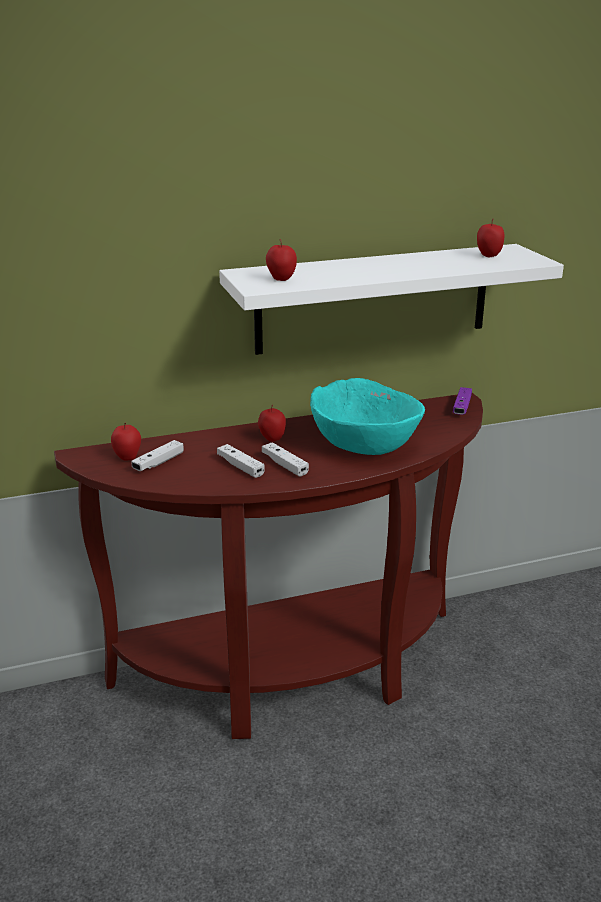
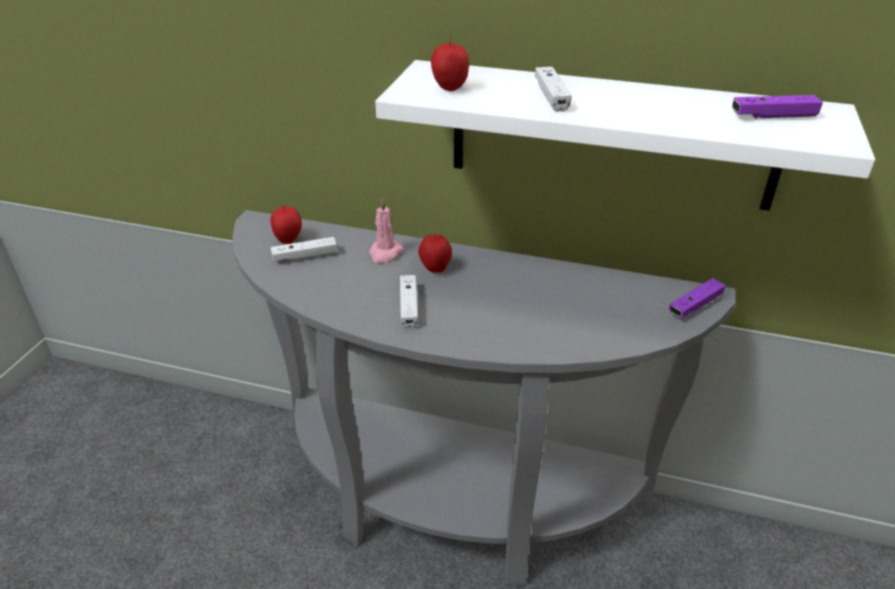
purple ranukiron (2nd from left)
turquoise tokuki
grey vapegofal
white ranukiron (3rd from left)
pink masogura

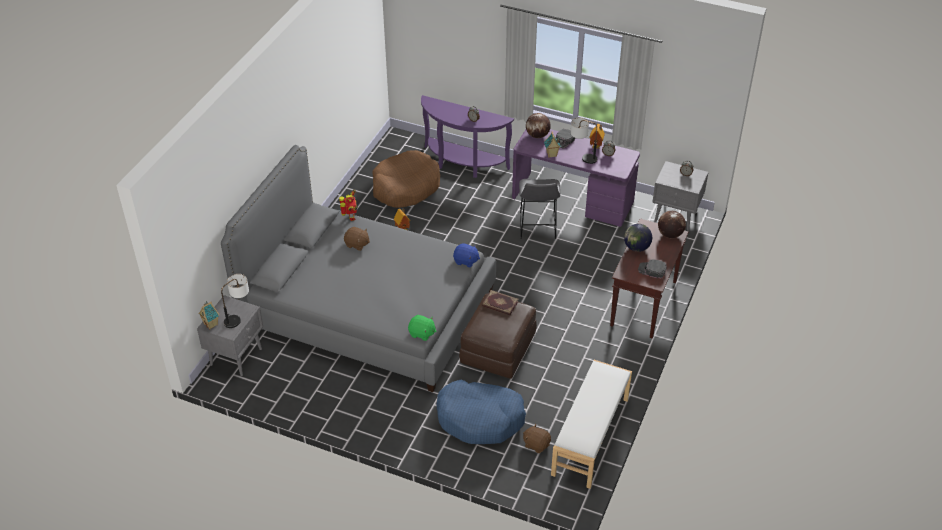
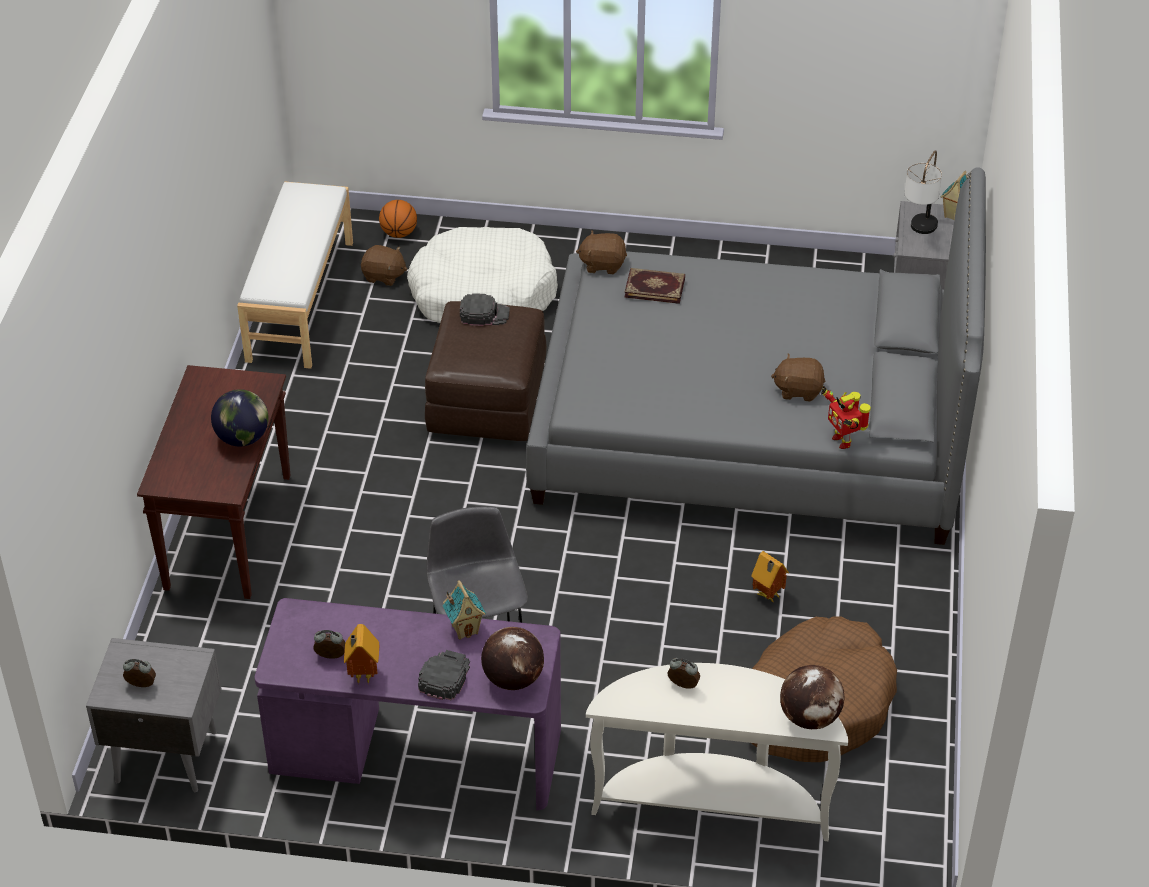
white vapegofal
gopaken (2nd from left in the first image)
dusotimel (3rd from left)
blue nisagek
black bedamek (2nd from left)
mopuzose
brown nisagek (2nd from left)
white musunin
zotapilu

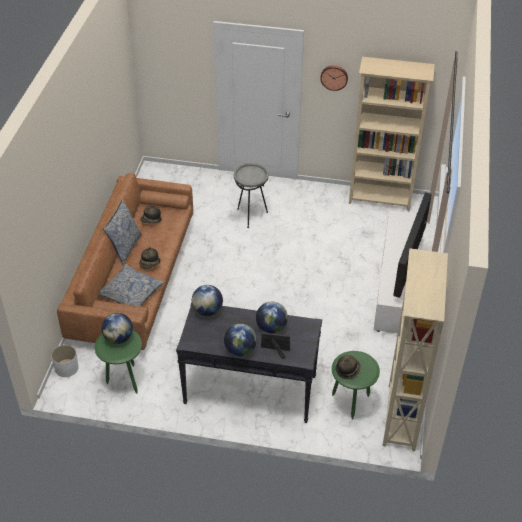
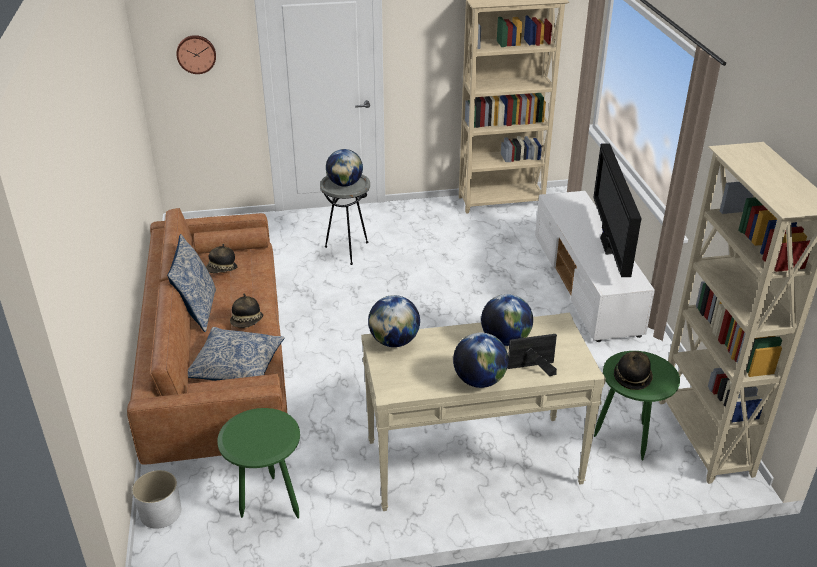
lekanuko
beige vapegofal
dusotimel (1st from left)

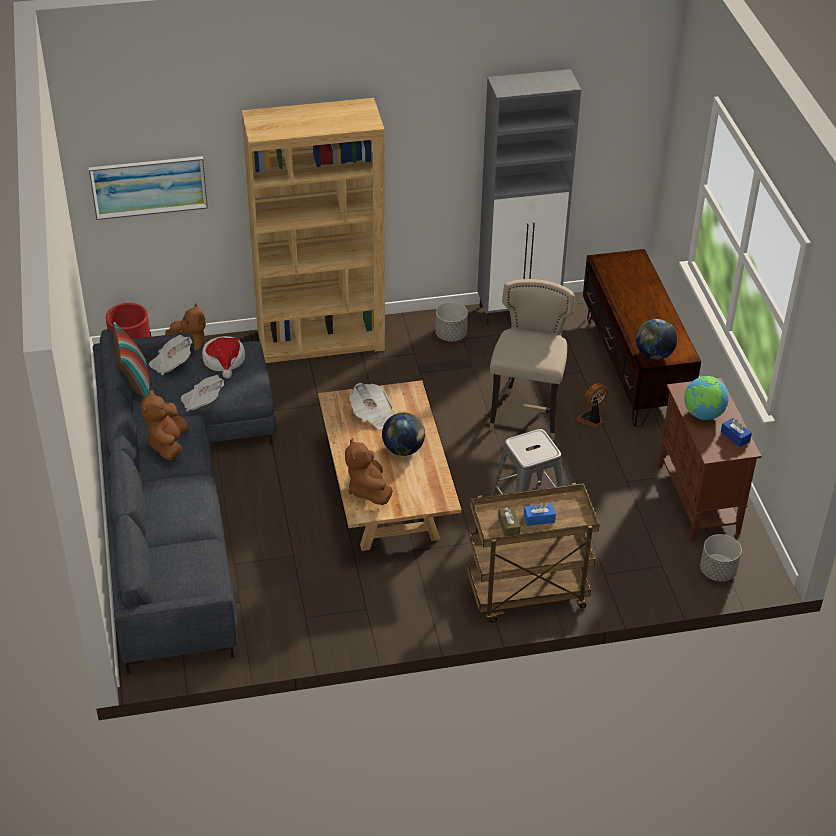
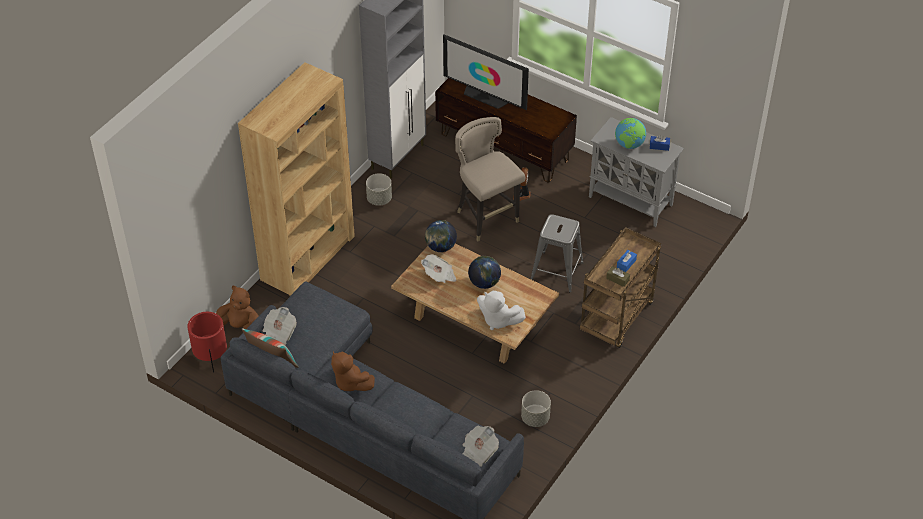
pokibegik
dusotimel (1st from left)
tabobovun
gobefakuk (3rd from left)
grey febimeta (2nd from left)
white nisagek
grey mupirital (2nd from left)
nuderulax

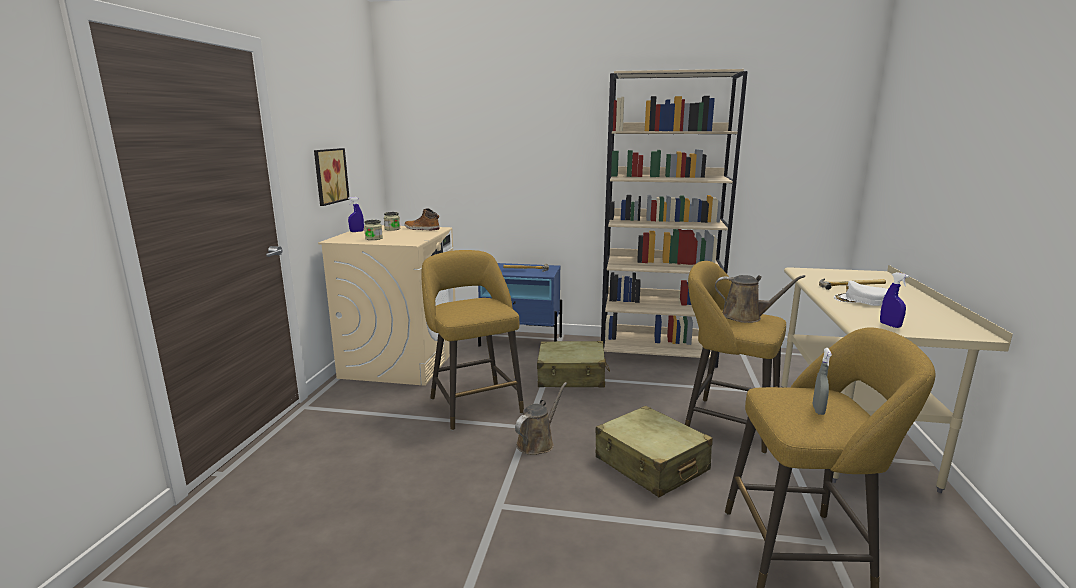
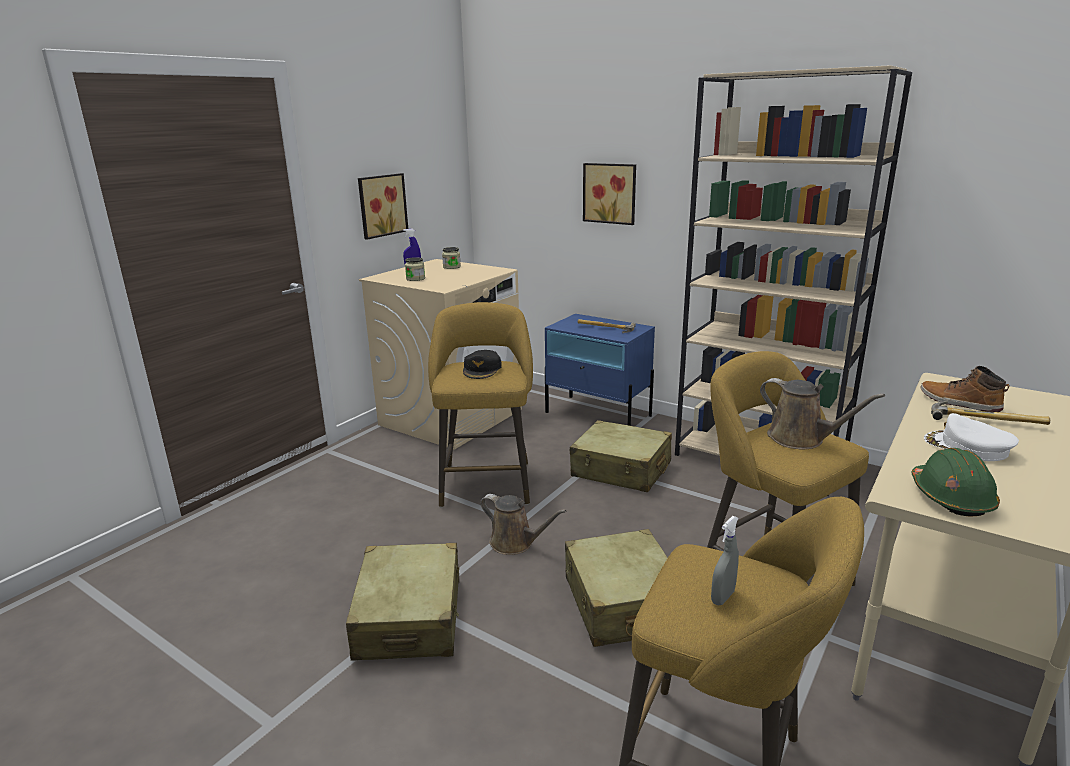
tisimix
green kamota
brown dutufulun (1st from left)
pokibegik (2nd from left)
black bedamek
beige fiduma (1st from left)

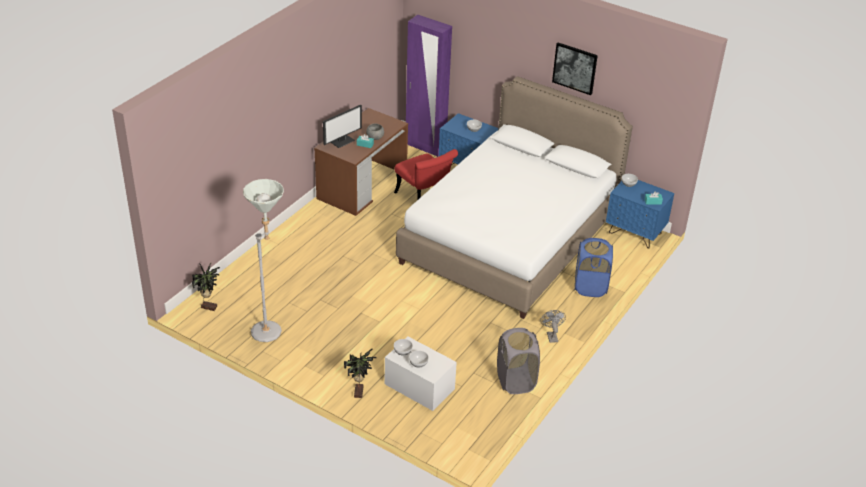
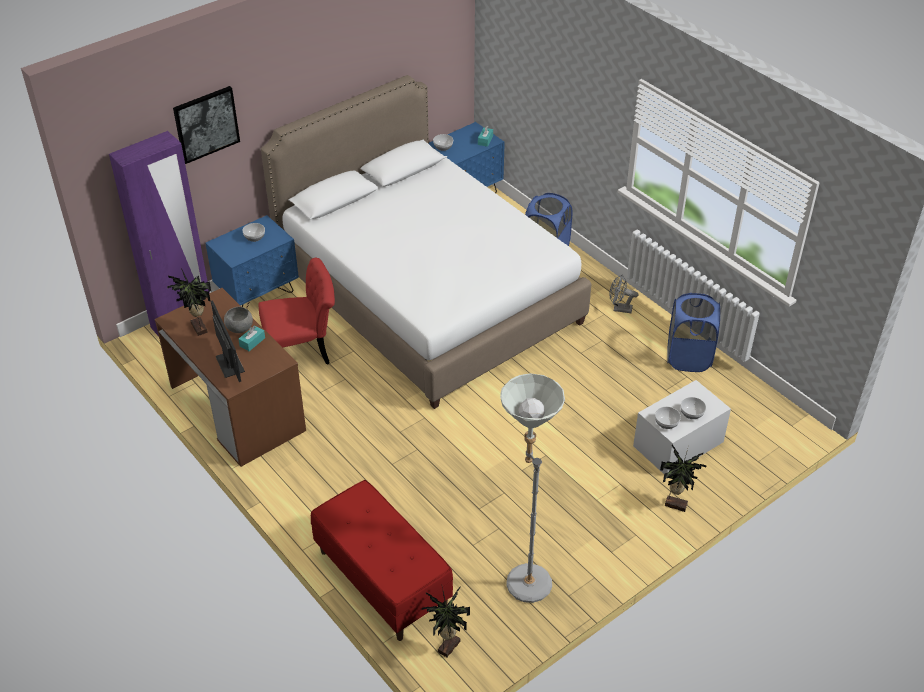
pokibegik
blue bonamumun (2nd from left)
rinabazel (1st from left)
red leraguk

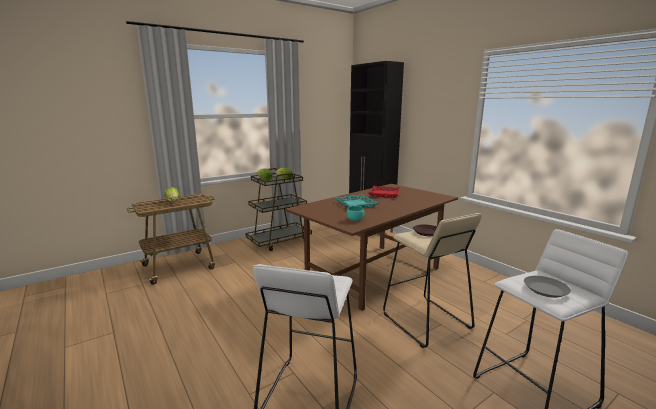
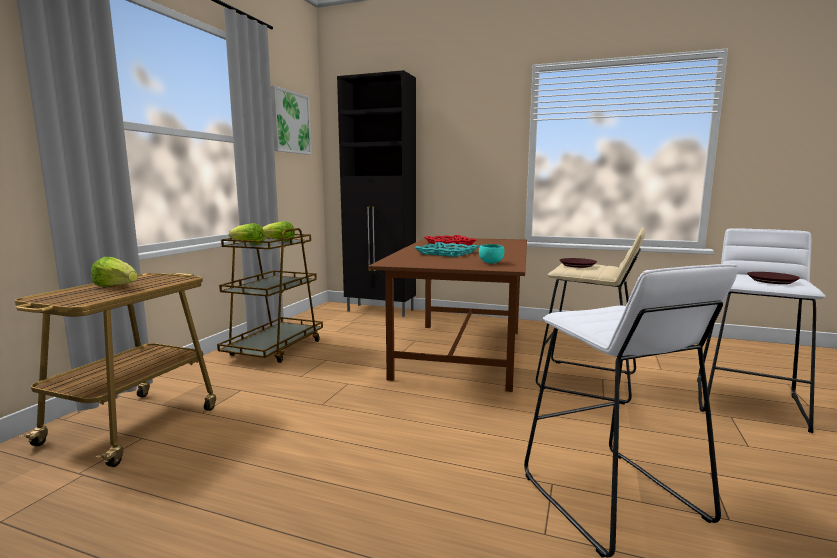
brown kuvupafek (2nd from left)
pokibegik

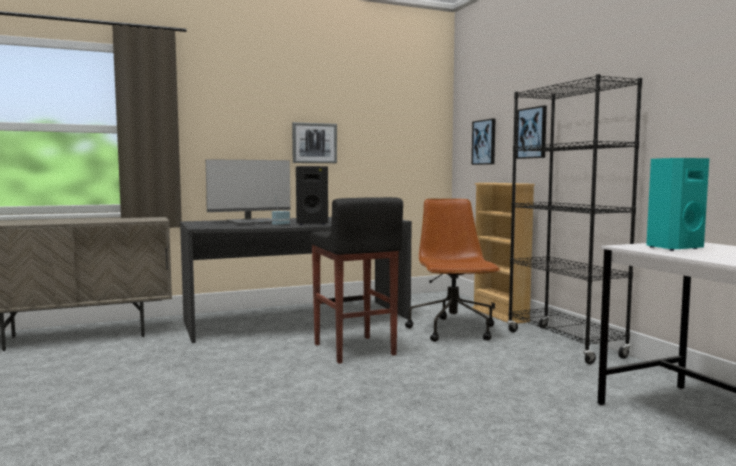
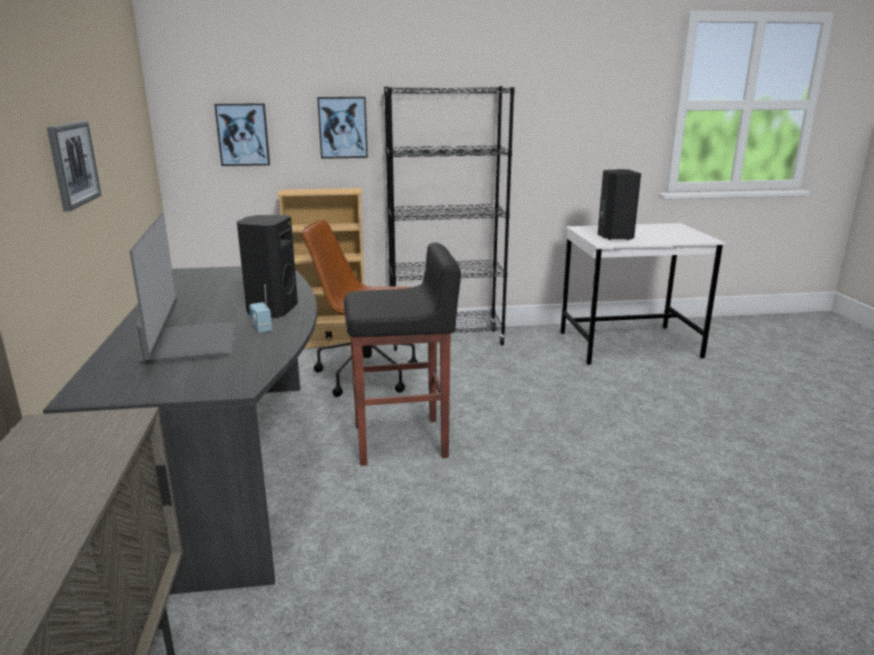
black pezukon (2nd from left)

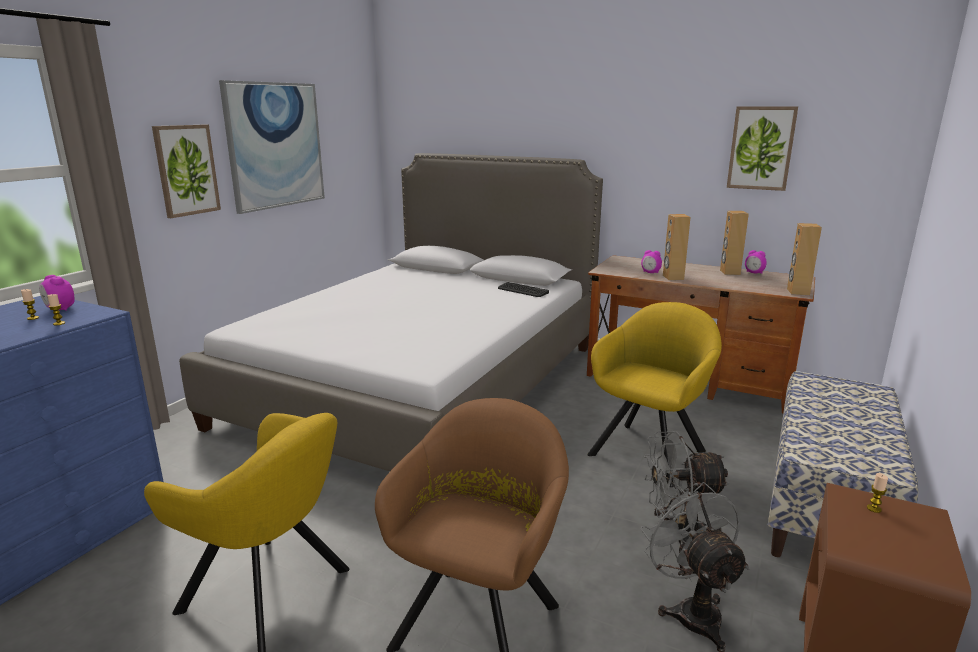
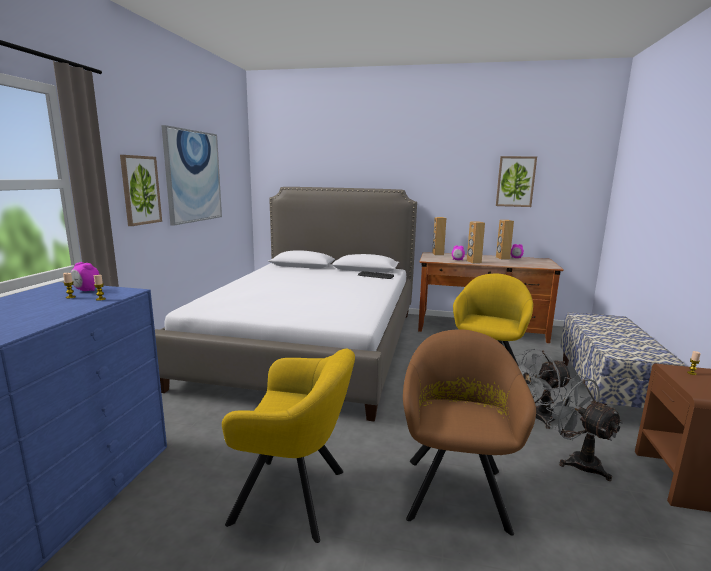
brown pezukon (1st from left)

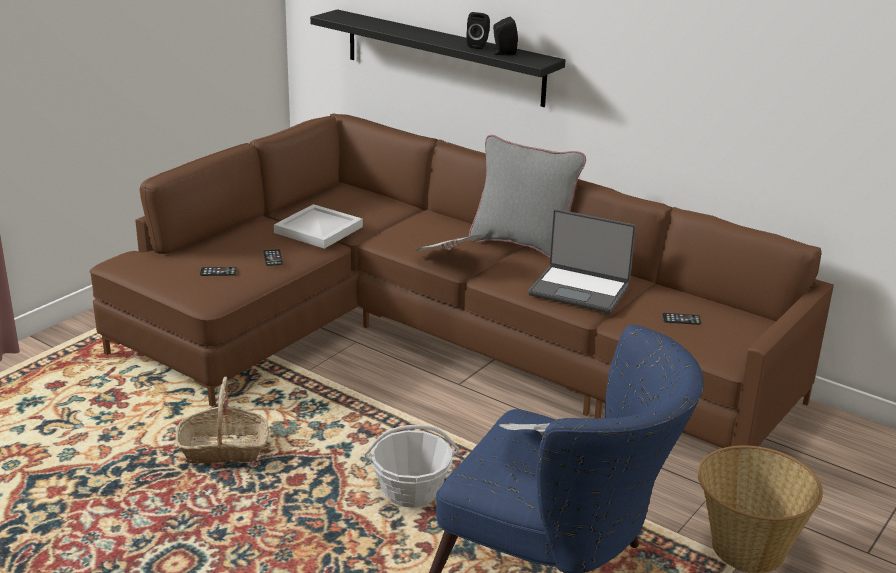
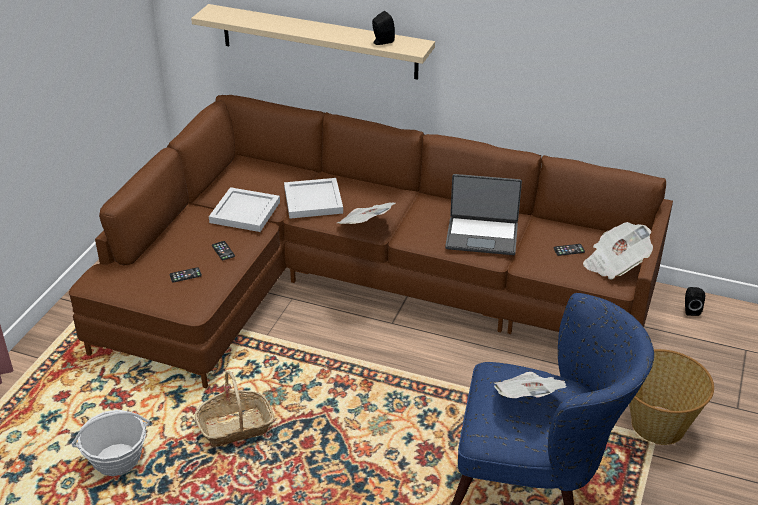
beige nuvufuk
black pezukon (2nd from left)
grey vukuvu
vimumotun (1st from left)
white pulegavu (2nd from left)
gobefakuk (3rd from left)

